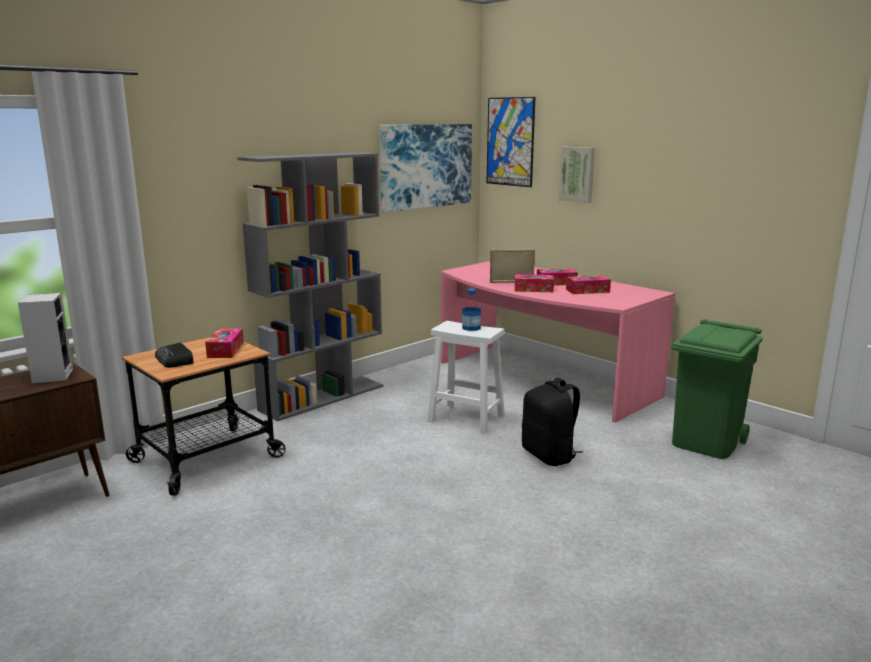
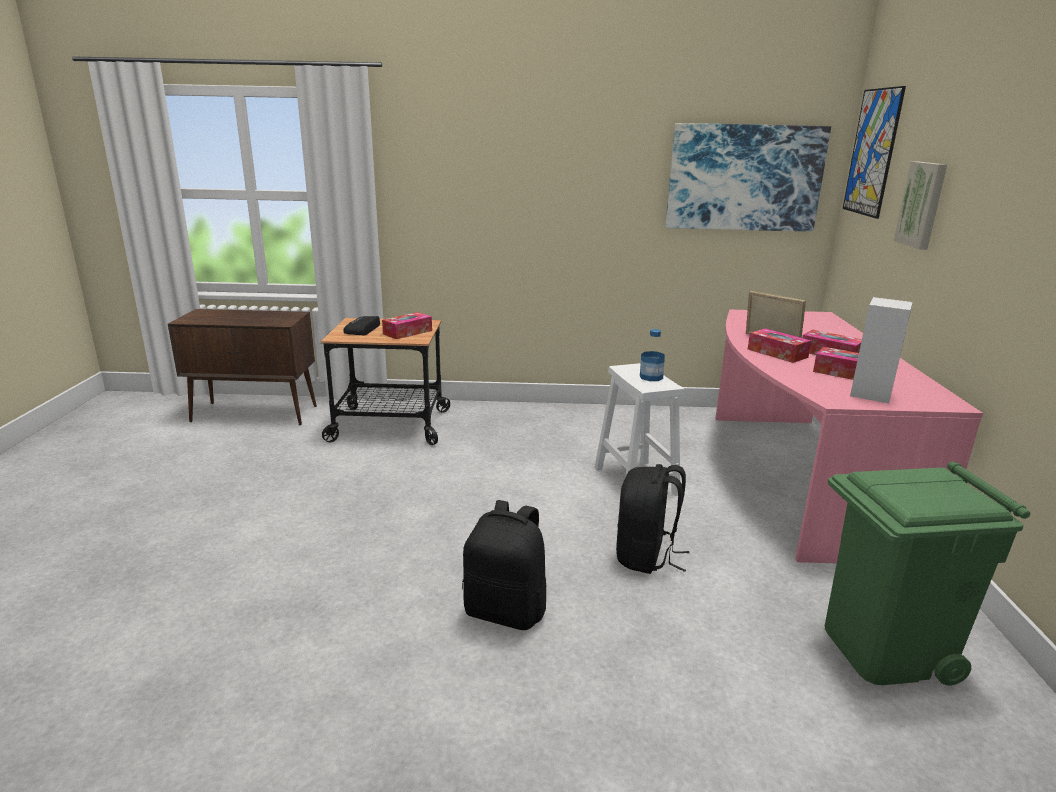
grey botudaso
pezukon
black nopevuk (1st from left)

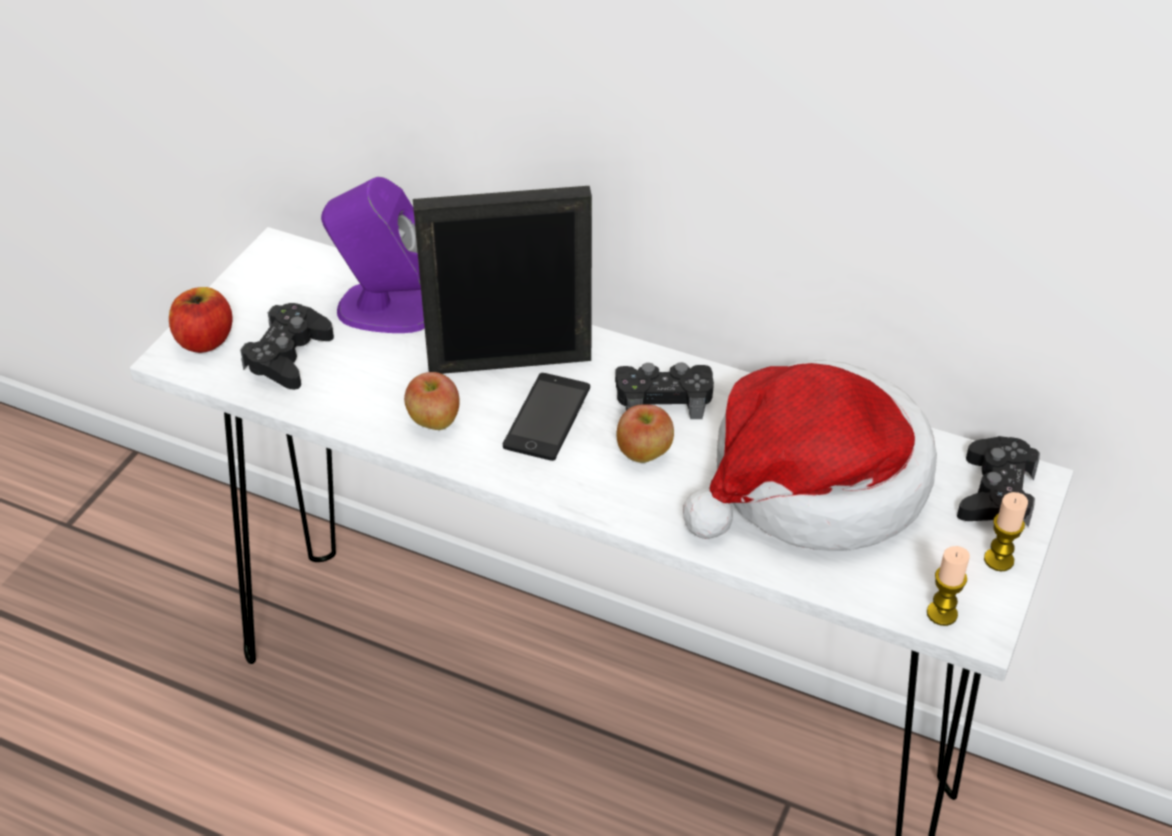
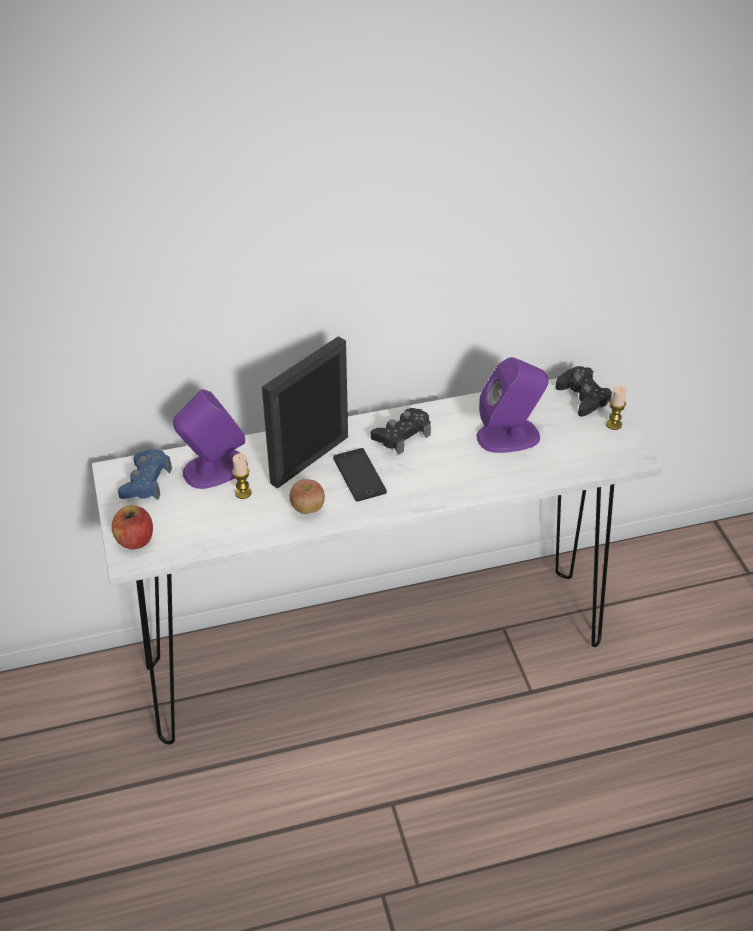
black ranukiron (1st from left in the first image)
purple pezukon (2nd from left)
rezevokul (3rd from left in the first image)
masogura (1st from left)
blue ranukiron

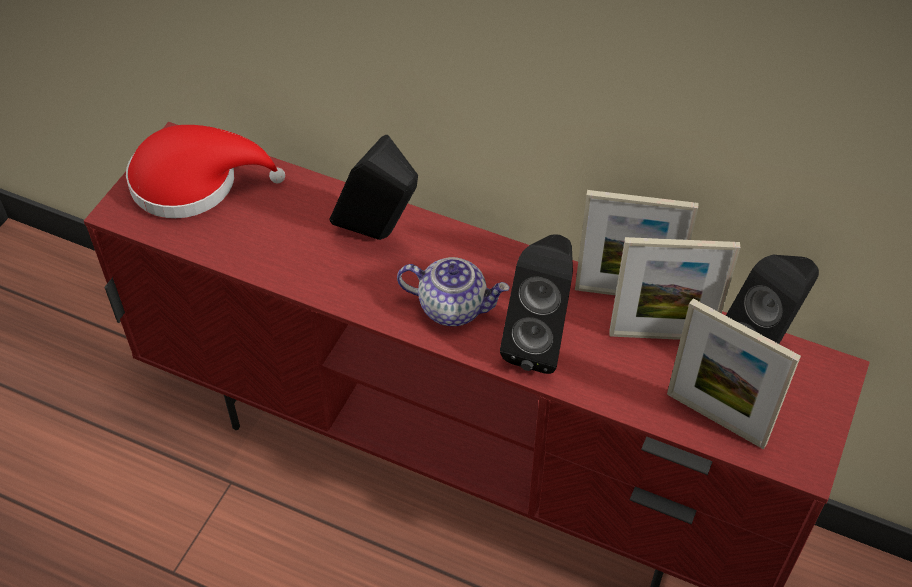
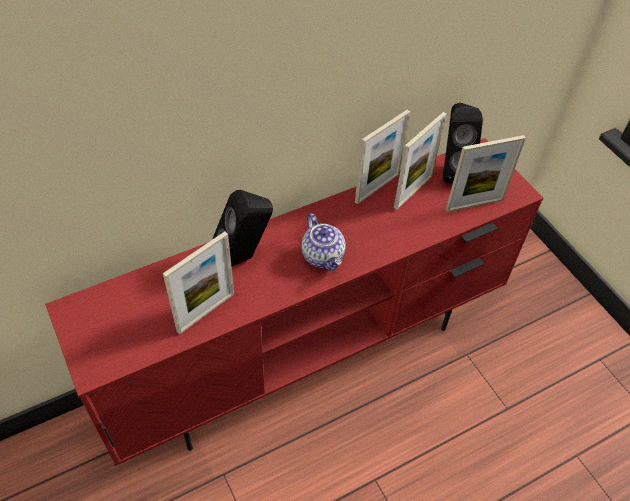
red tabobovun
black pezukon (2nd from left in the first image)
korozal
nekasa (1st from left)

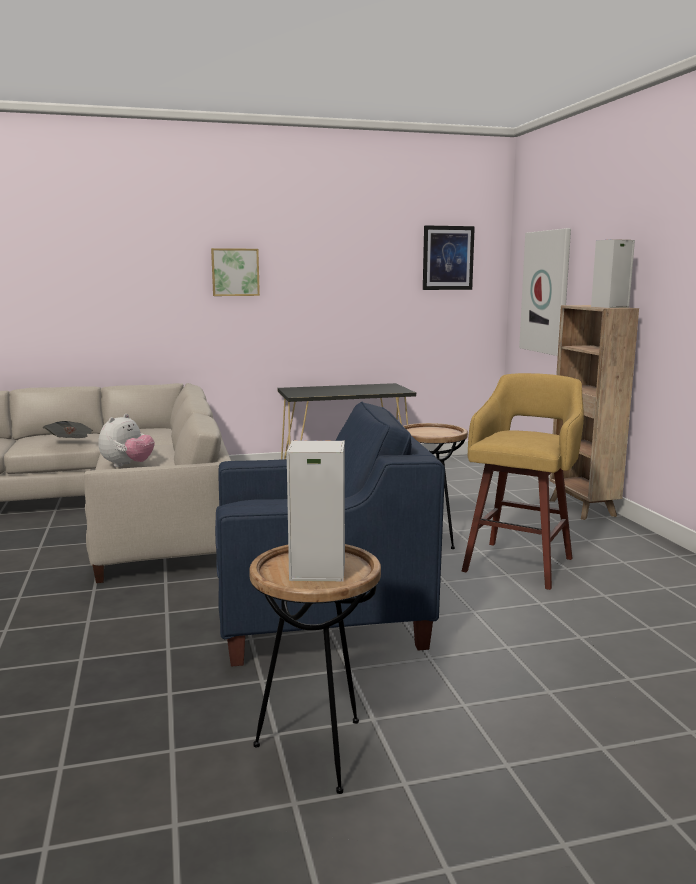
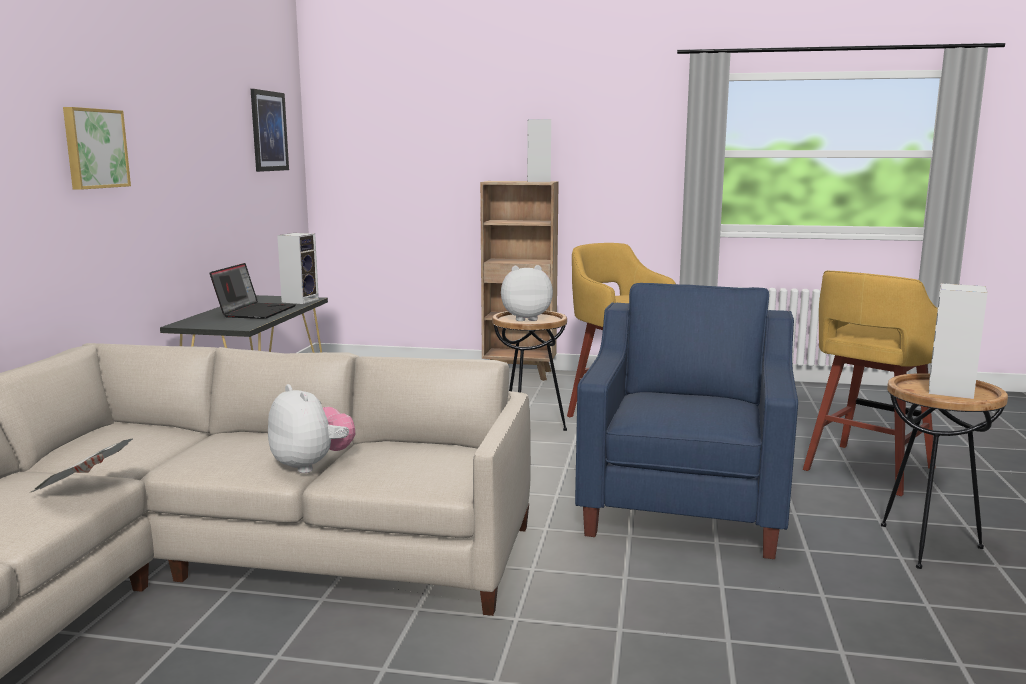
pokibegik (3rd from left in the first image)
pezukon (1st from left)
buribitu
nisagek (2nd from left)
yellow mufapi (2nd from left)

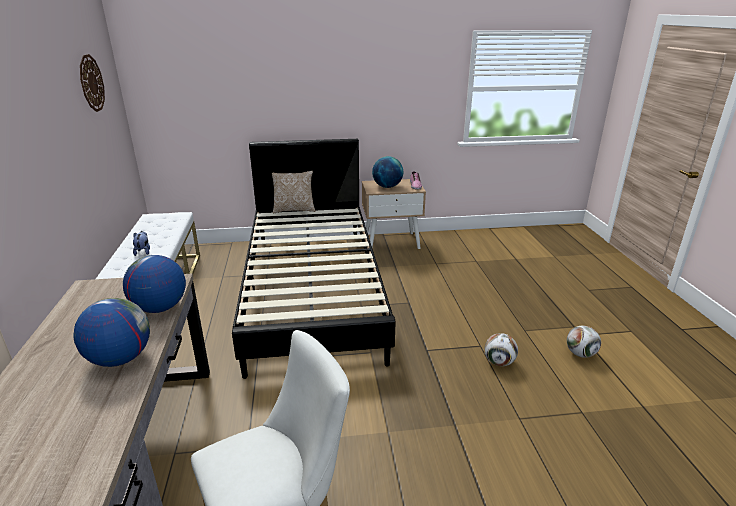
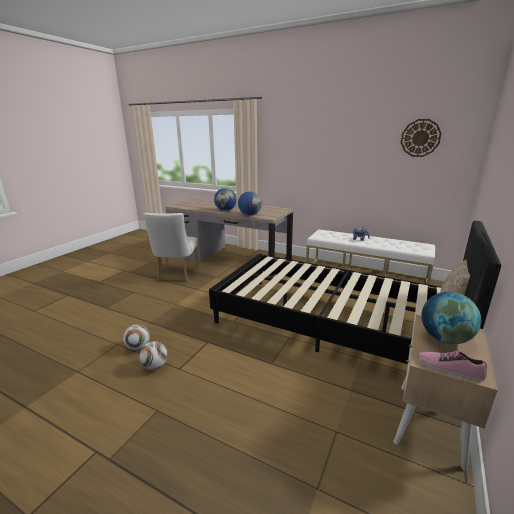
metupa (1st from left)

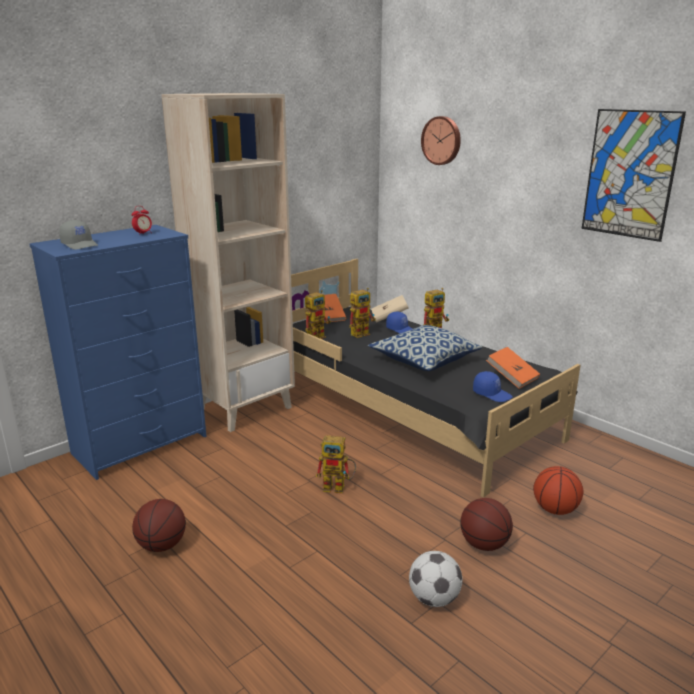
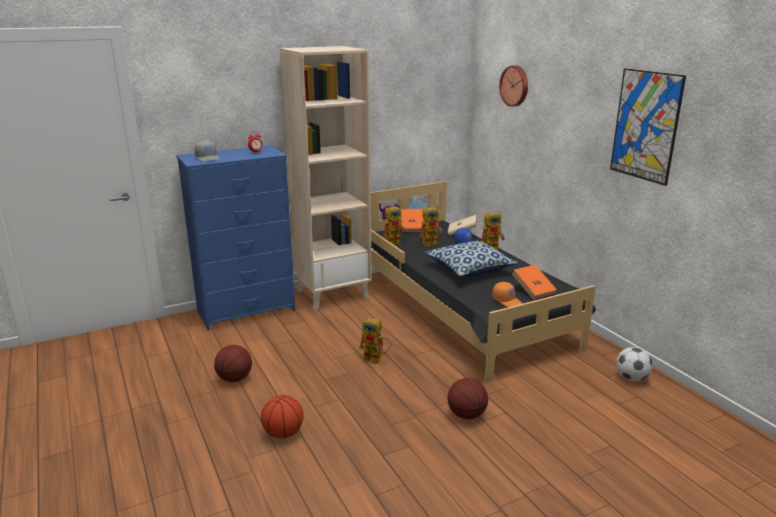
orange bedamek
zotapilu (2nd from left)
metupa

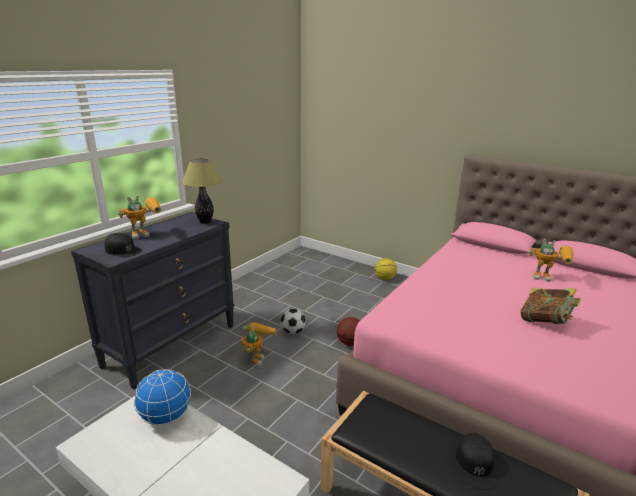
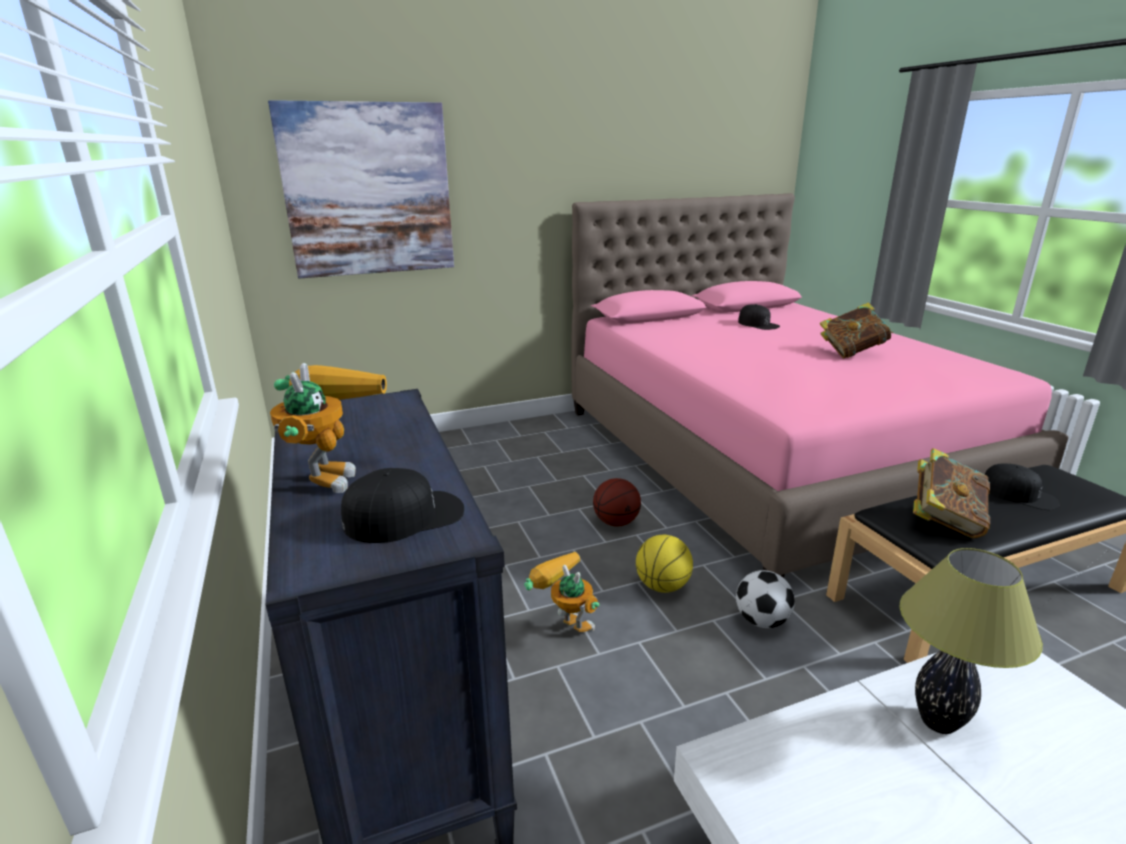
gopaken
black bedamek (2nd from left)
zotapilu (2nd from left)
metupa
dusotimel
pokibegik
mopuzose (2nd from left)

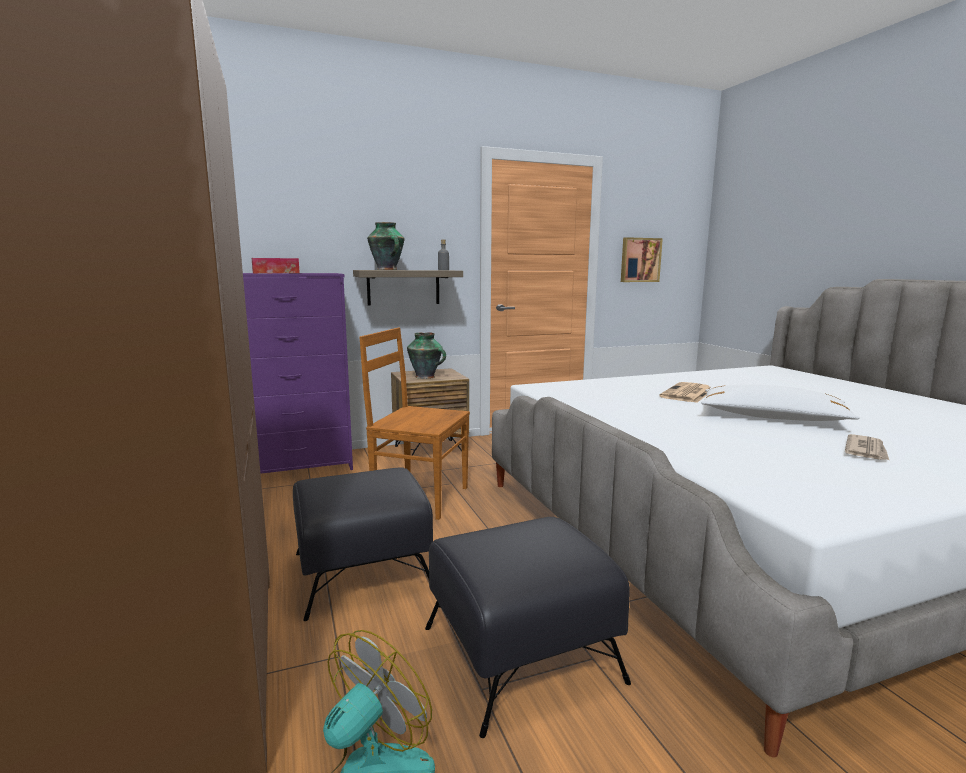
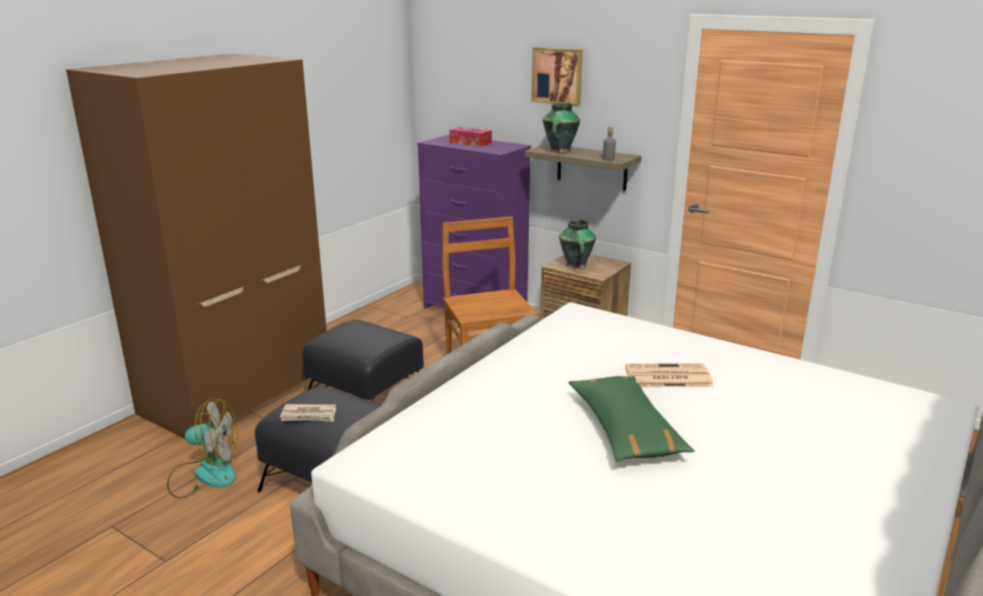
pokibegik
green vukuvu
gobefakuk (1st from left)

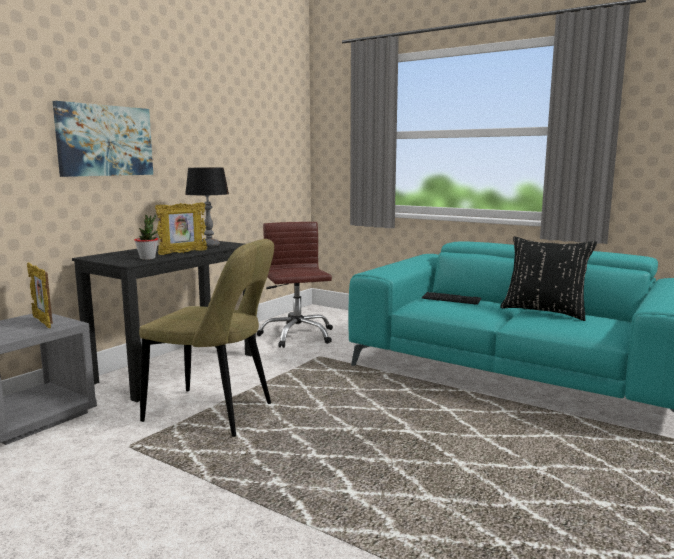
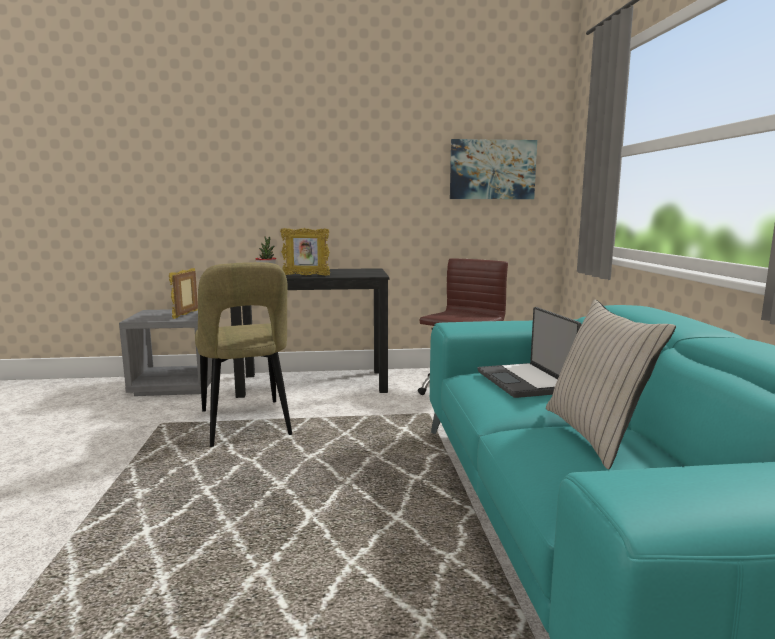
pokibegik
gopaken
beige vukuvu
buribitu

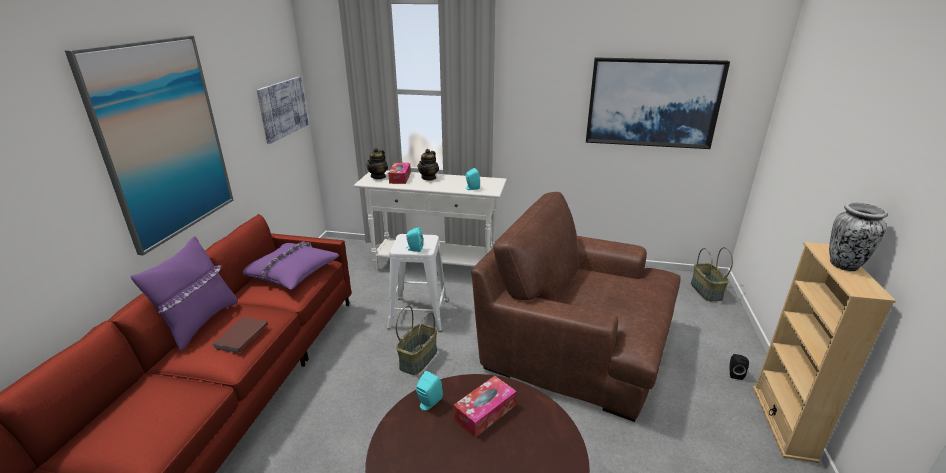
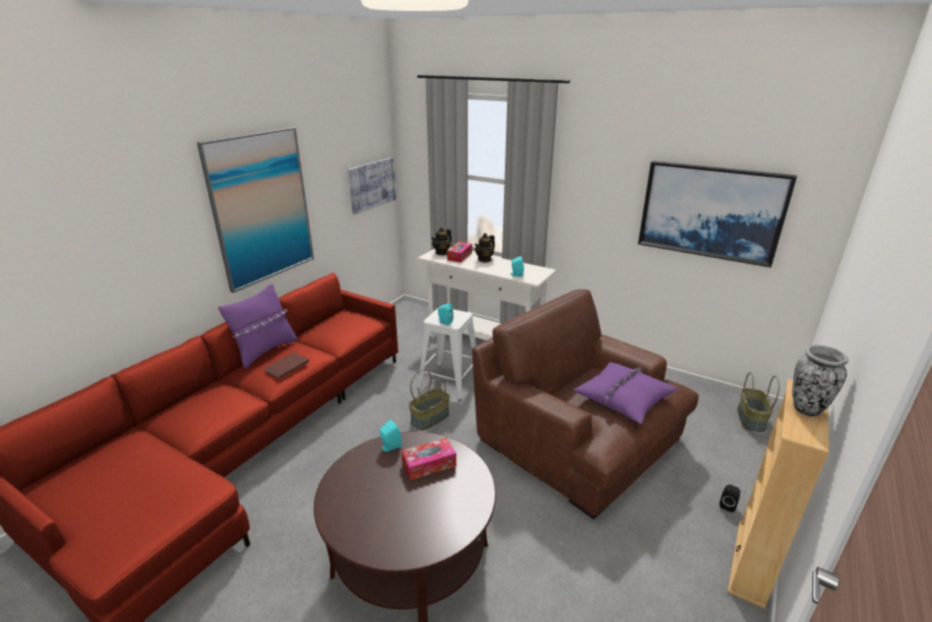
purple vukuvu (2nd from left)

